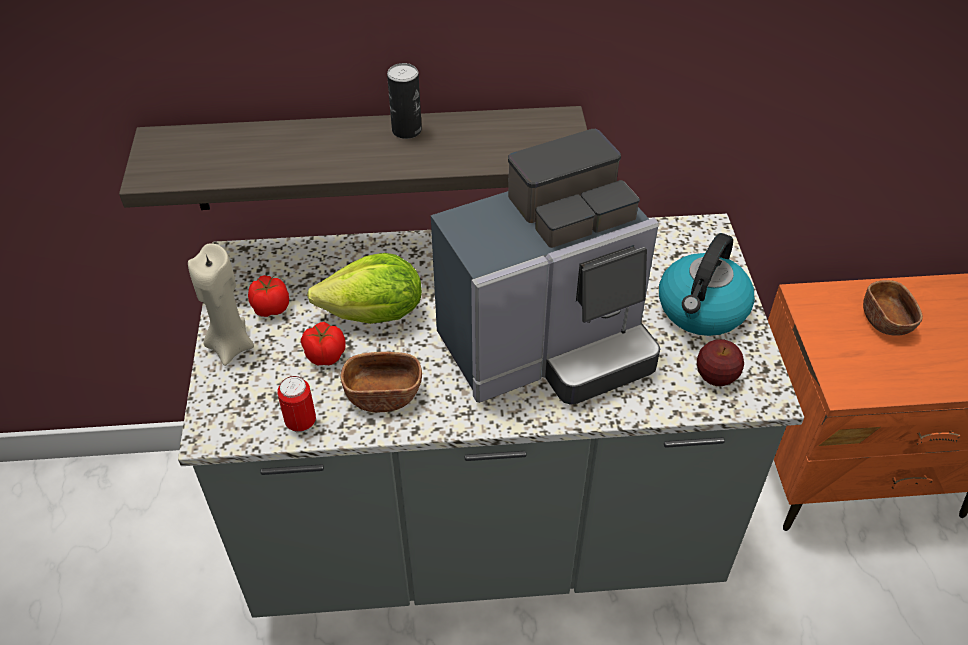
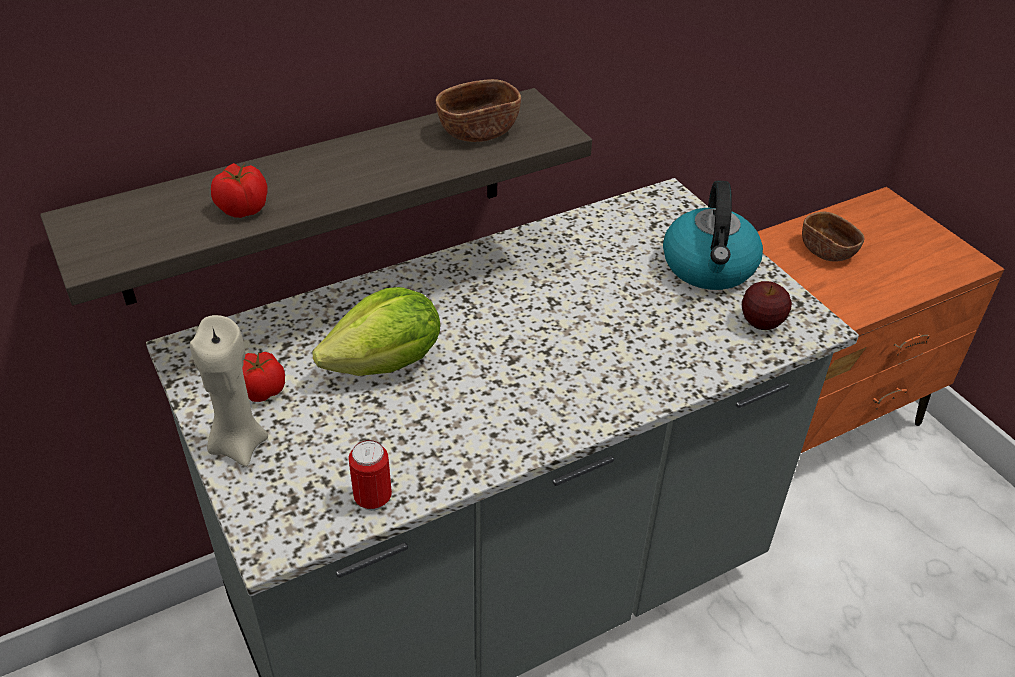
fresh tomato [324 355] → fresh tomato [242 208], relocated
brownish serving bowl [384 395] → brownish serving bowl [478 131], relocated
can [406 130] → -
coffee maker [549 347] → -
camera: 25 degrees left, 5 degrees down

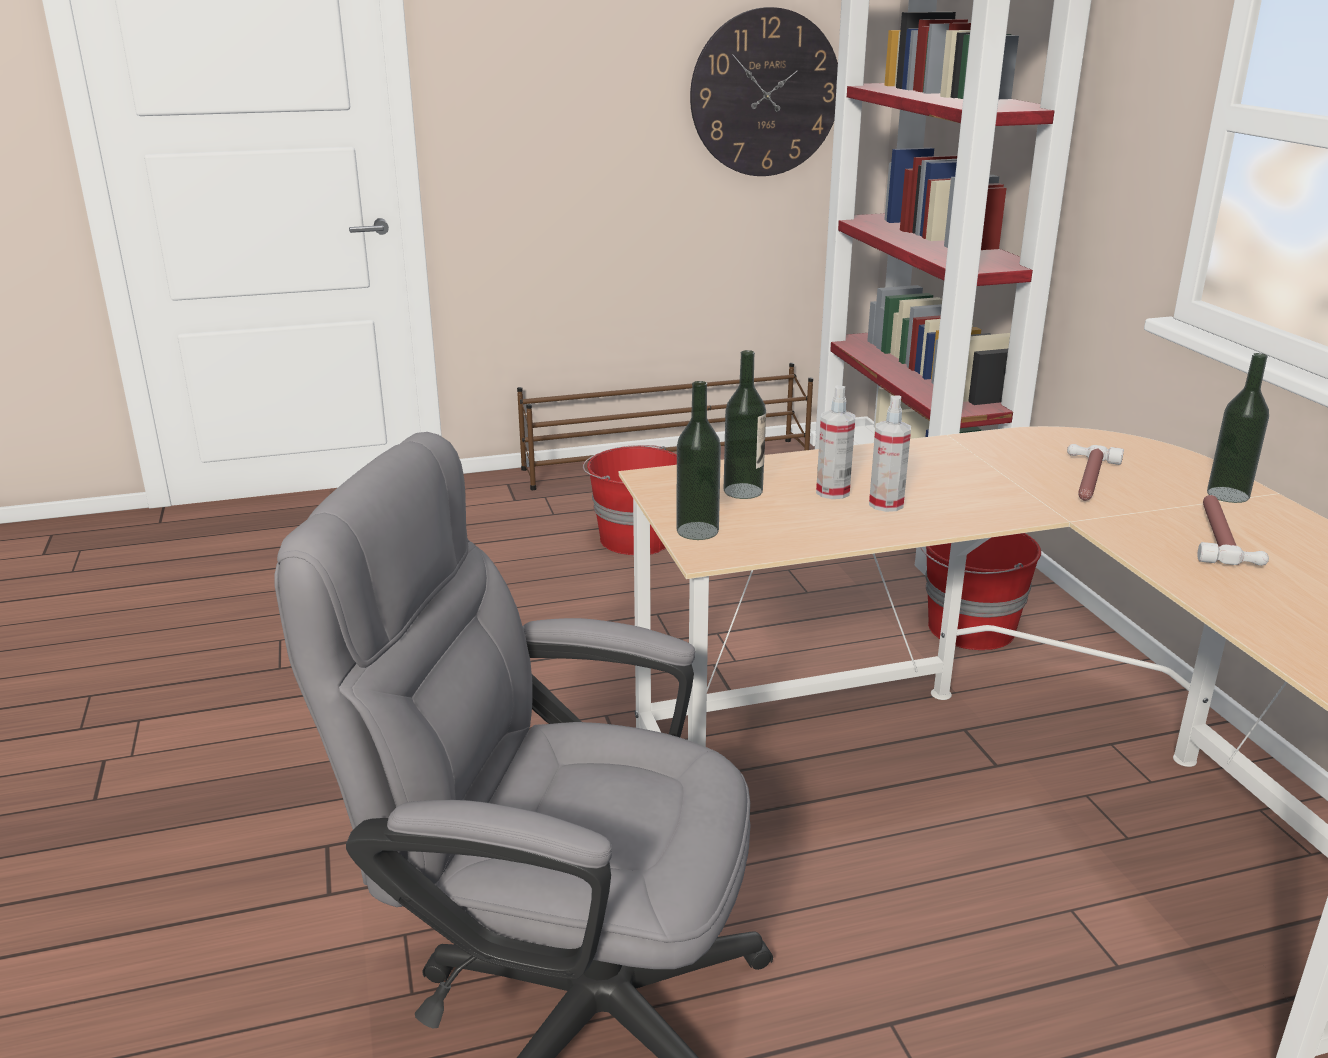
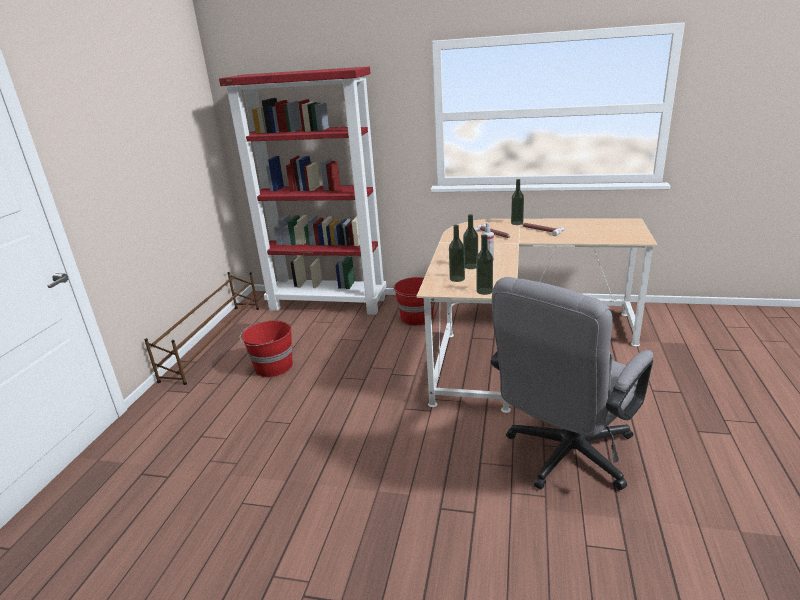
spray bottle [832 492] → bottle [471 266]
wall clock [765 93] → -
camera: 60 degrees left, 0 degrees up

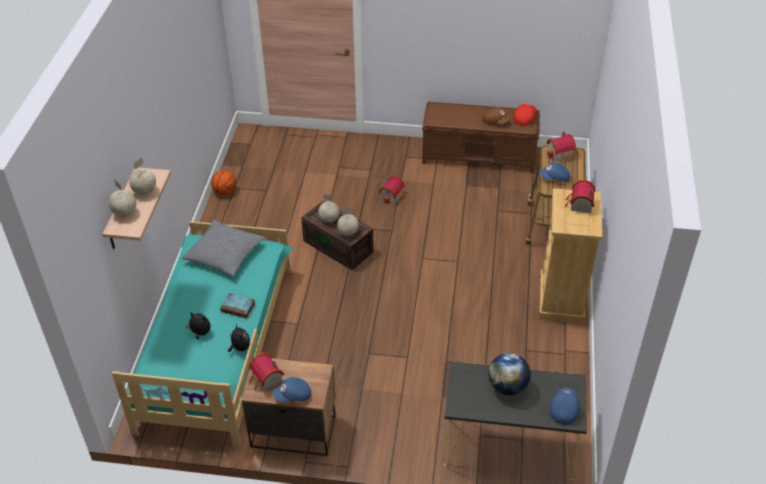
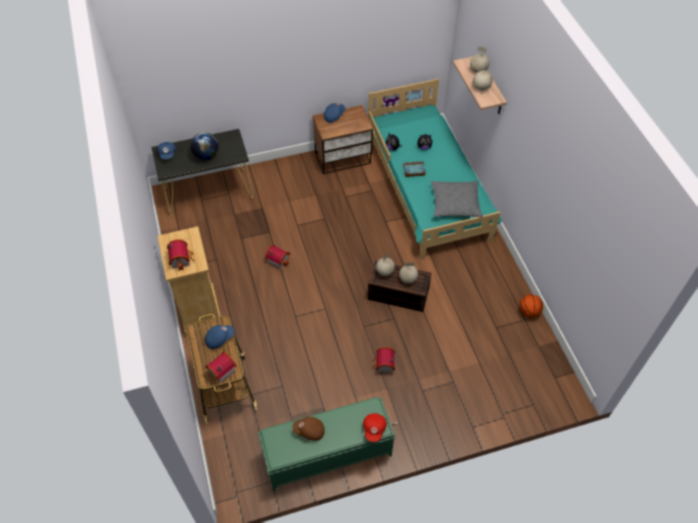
brownish indoor bench [479 156] → green indoor bench [326 454]
toy house [266 380] → toy house [278 259], relocated
red-coloured baseball cap [524 118] → red-coloured baseball cap [374 429], relocated
camera: 155 degrees right, 10 degrees up

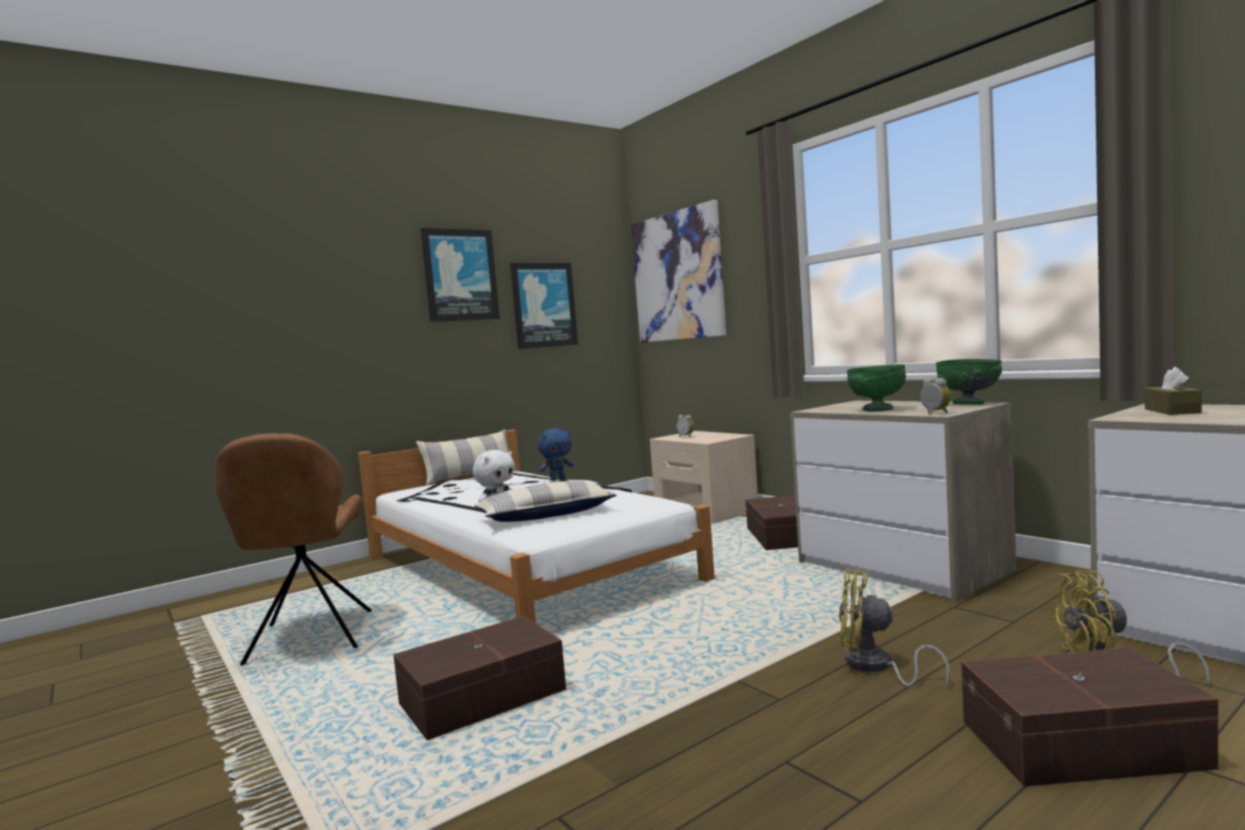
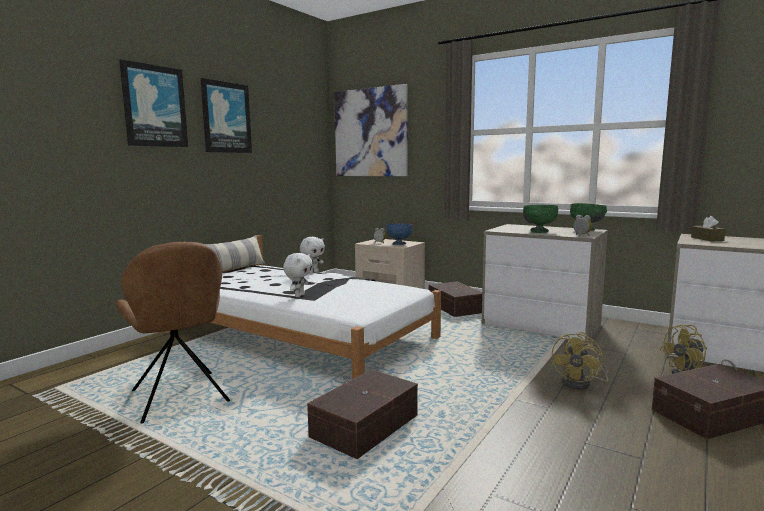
wall art [543 305] → wall art [154 106], relocated
blue cuddly toy [557 479] → white-coloured cuddly toy [313 272]
- → blue serving bowl [399 244]
yellowish electric fan [875 667] → yellowish electric fan [581 384], 60 degrees counterclockwise
throw pillow [546 515] → -
camera: 20 degrees left, 5 degrees up

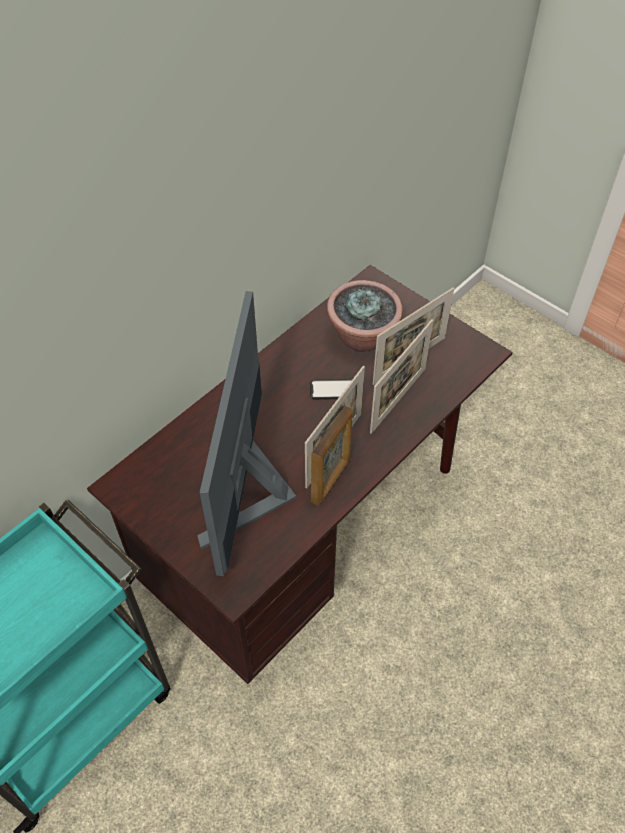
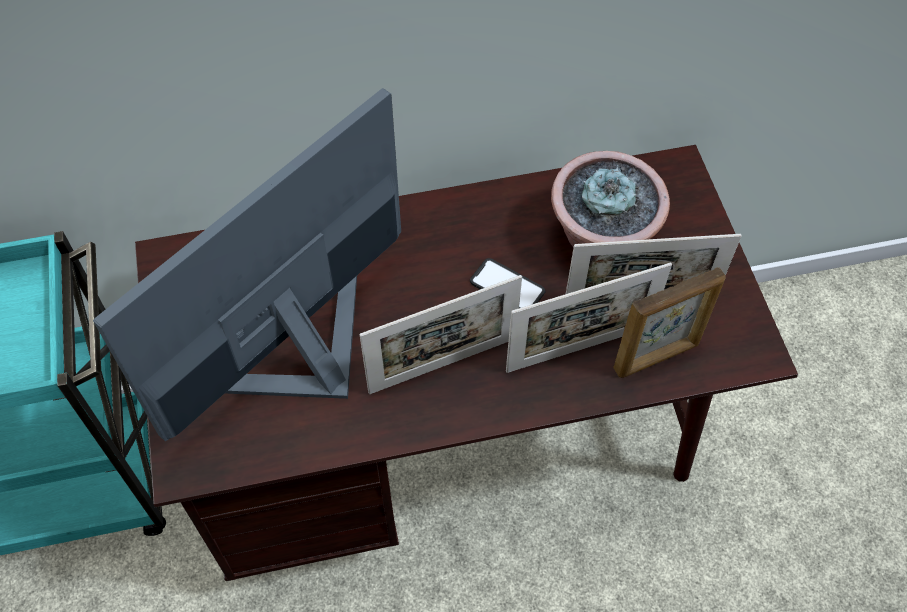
standing frame [331 480] → standing frame [657 357], relocated
camera: 35 degrees right, 5 degrees up

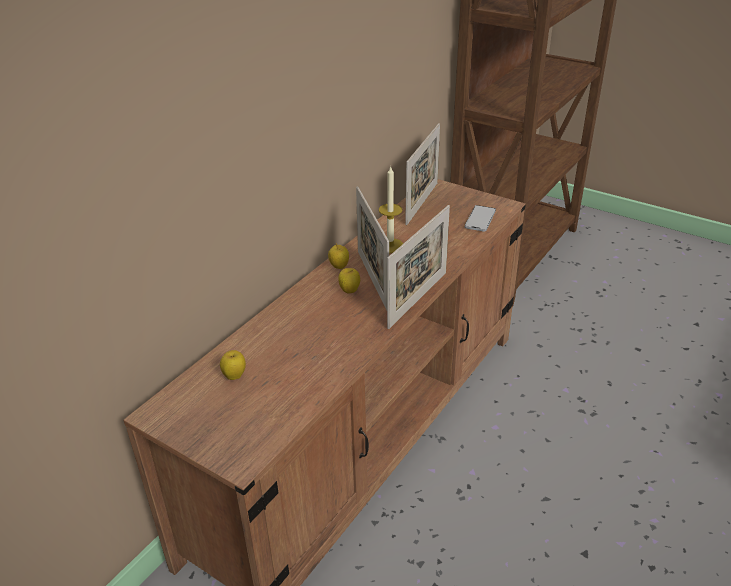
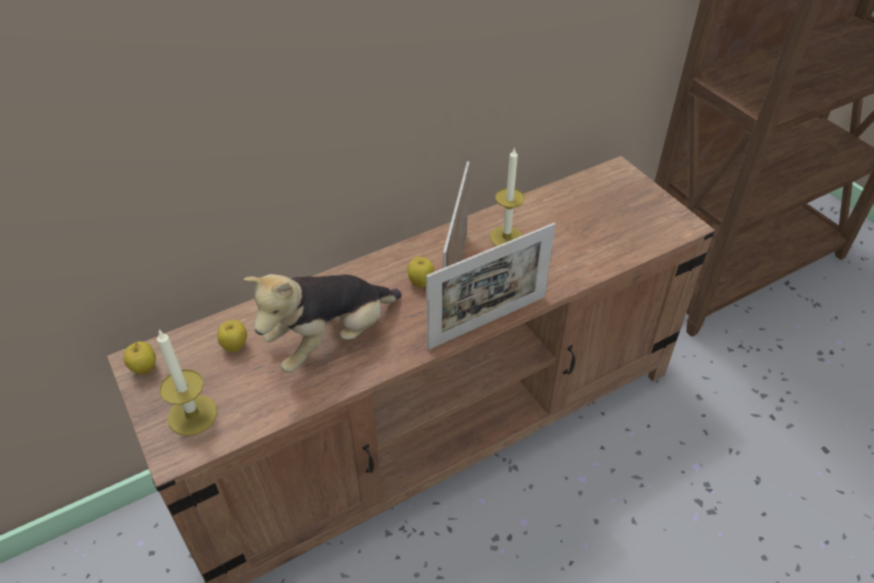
apple [339 267] → apple [145 369], relocated
- → candle [192 415]
- → cuddly toy [331 340]
standing frame [422 203] → -
handset [480 219] → -
camera: 25 degrees right, 10 degrees up

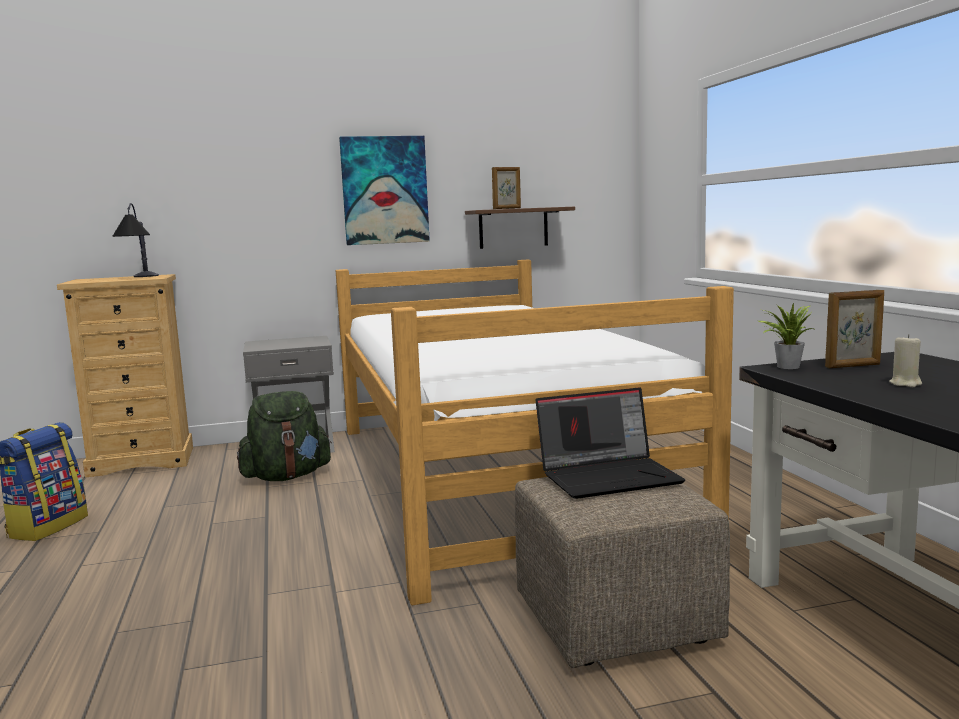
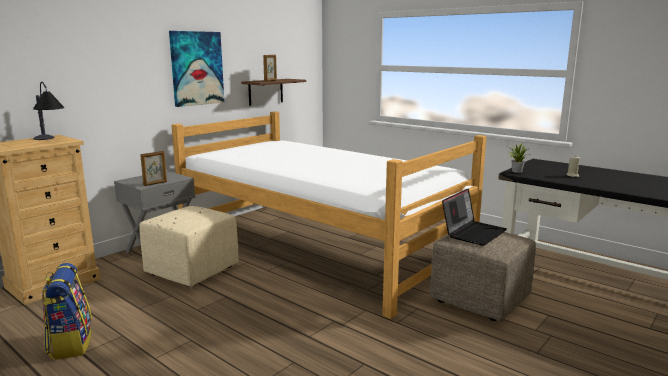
green rucksack [286 476] → beige-coloured footrest [192 270]
standing frame [853 366] → standing frame [155 183], relocated
camera: 35 degrees left, 5 degrees up

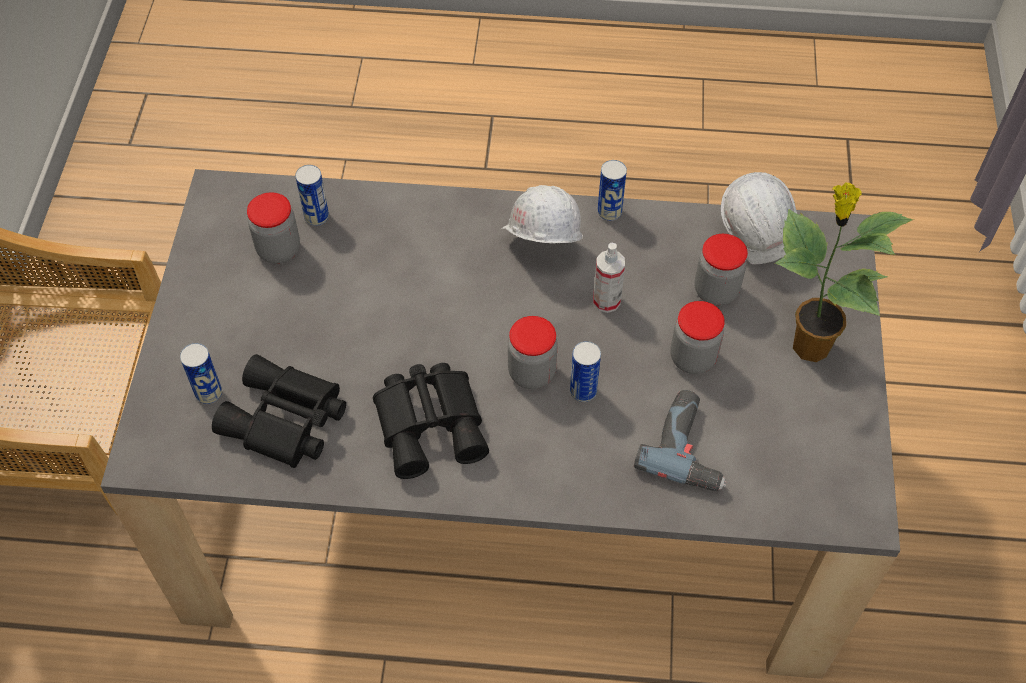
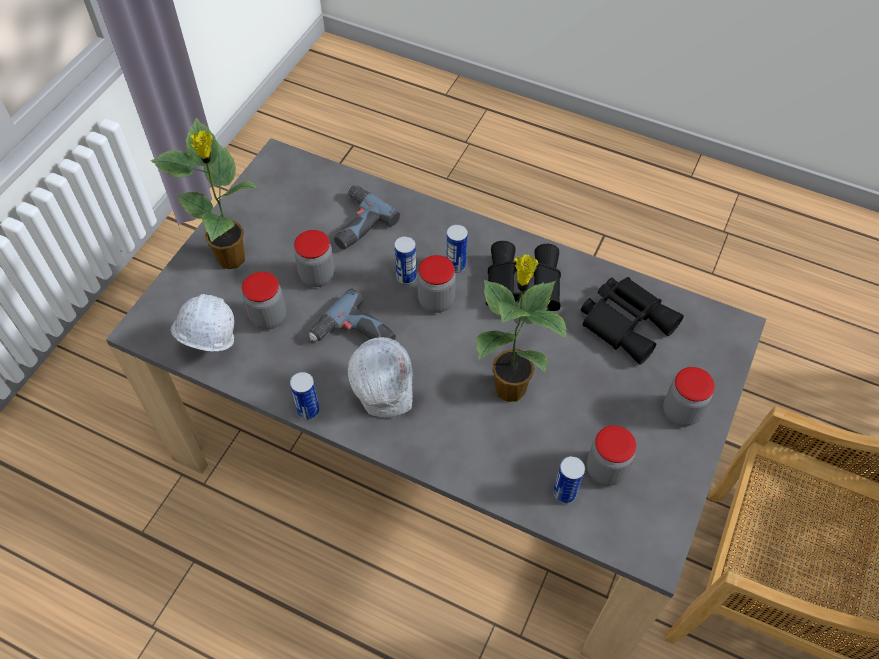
spray bottle [606 301] → electric drill [354 336]
can [208 393] → can [456 265], relocated
- → houseplant [510 386]
- → preserve jar [681 411]
camera: 160 degrees left, 0 degrees up

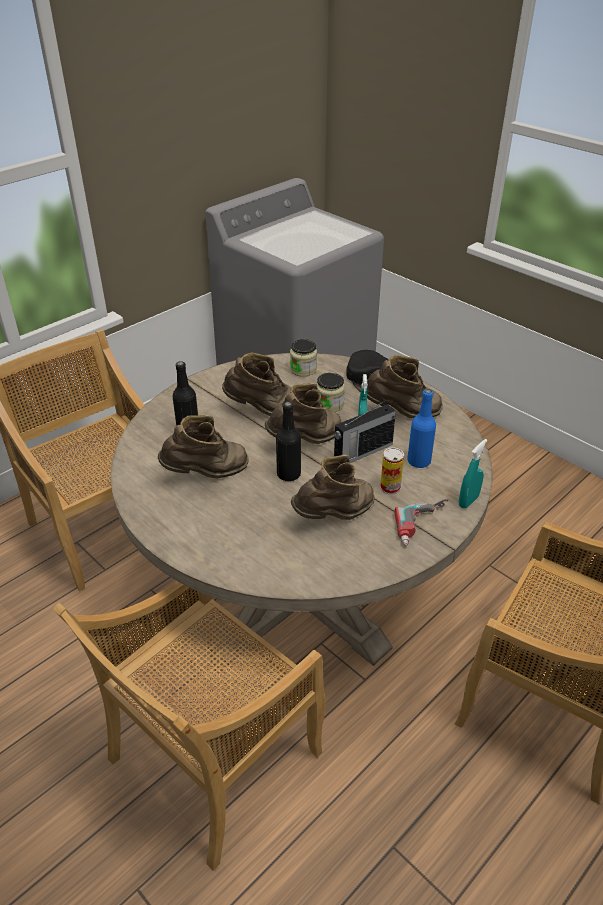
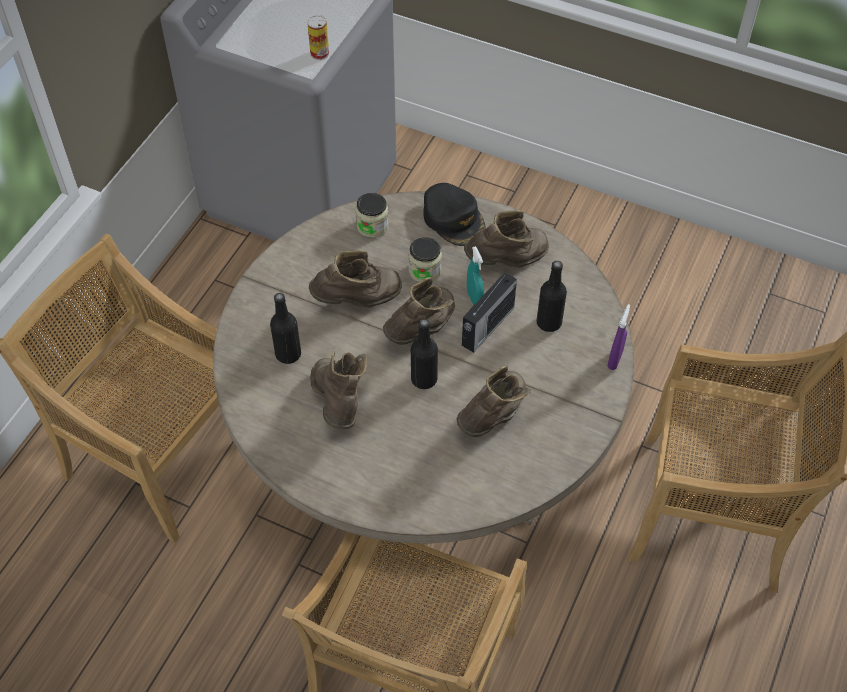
can [390 487] → can [319 53], relocated
brownish high-top boot [207 475] → brownish high-top boot [338 405], 60 degrees counterclockwise
blue bottle [419 461] → black bottle [549 322]
turquoise-coloured spray bottle [468 501] → purple-coloured spray bottle [615 359]
electric drill [424 526] → -
camera: 20 degrees left, 15 degrees up

